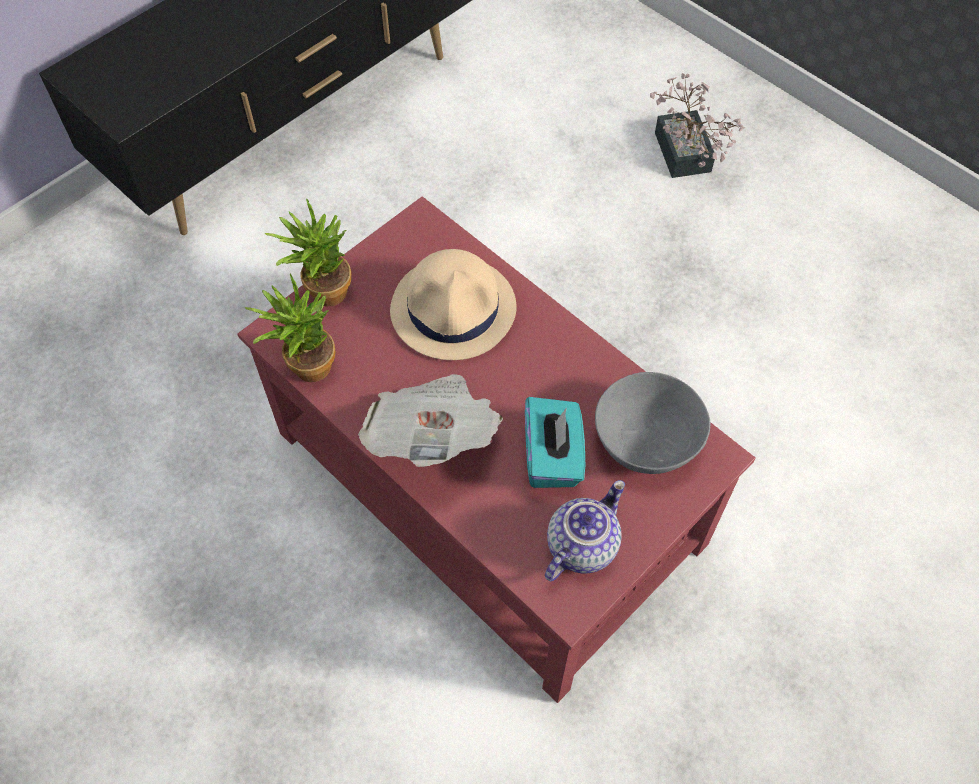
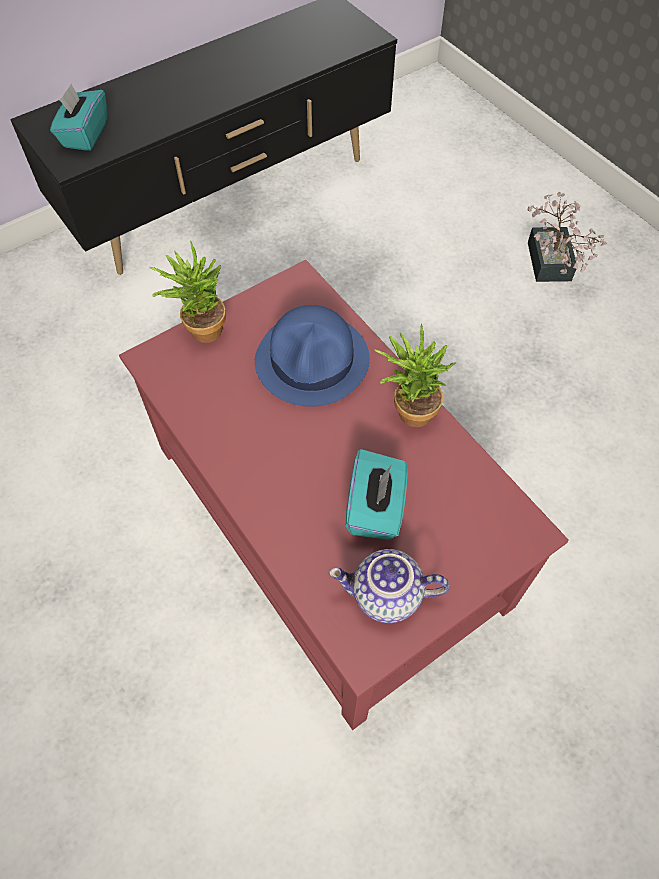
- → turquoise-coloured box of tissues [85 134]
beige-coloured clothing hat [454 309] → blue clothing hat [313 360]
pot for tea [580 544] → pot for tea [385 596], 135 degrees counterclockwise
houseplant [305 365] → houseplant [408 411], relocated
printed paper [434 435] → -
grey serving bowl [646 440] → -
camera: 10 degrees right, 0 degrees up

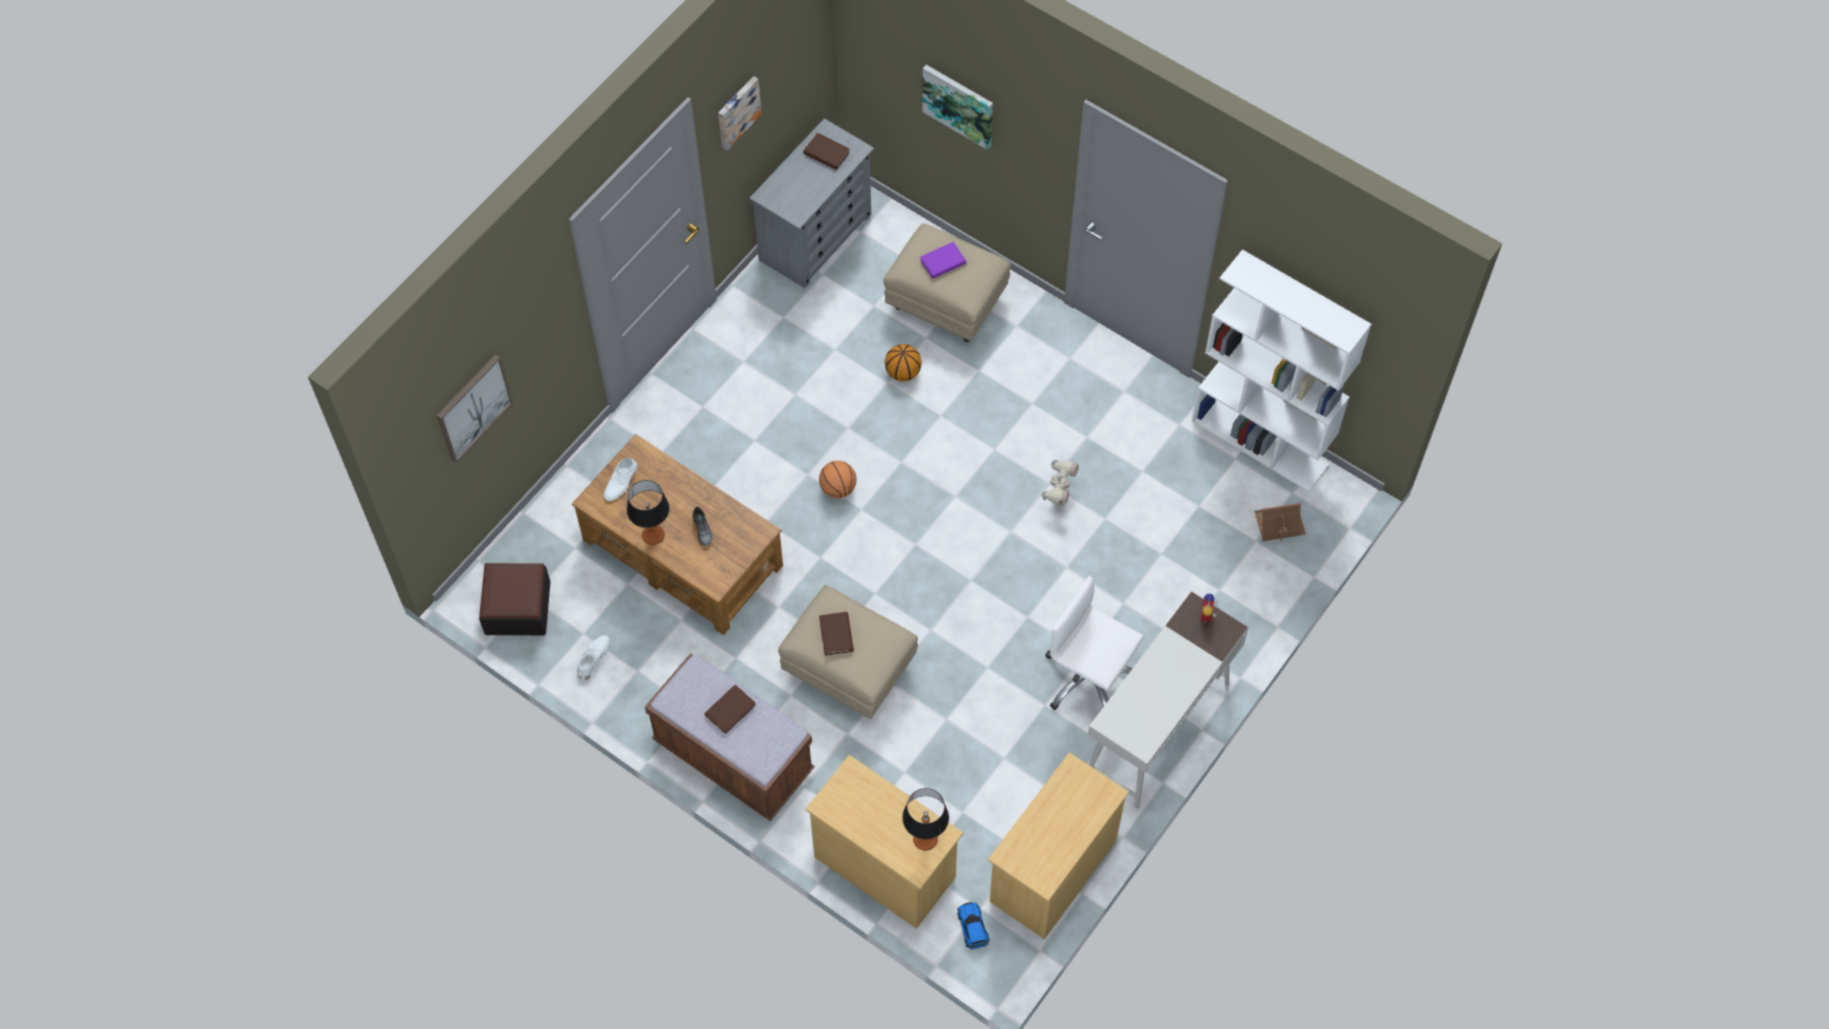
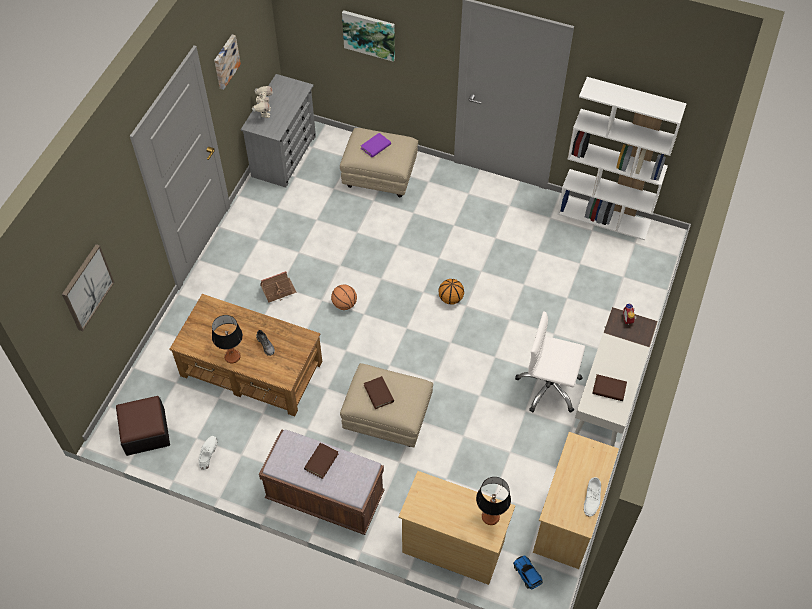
toy robot [1059 496] → toy robot [264 113], relocated
toy house [1279 525] → toy house [278 290], relocated
basketball [903 372] → basketball [451 298], relocated
white-coloured item of footwear [621 482] → white-coloured item of footwear [592 498], relocated
brownish volume [826 153] → brownish volume [609 389], relocated
camera: 15 degrees left, 5 degrees down

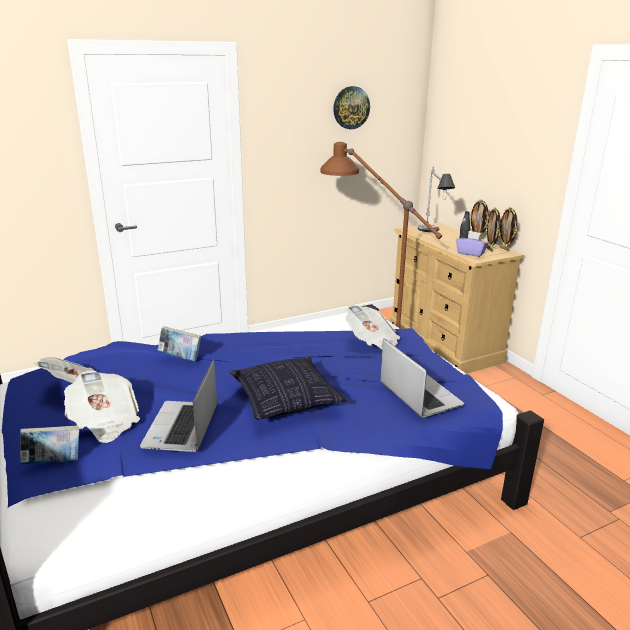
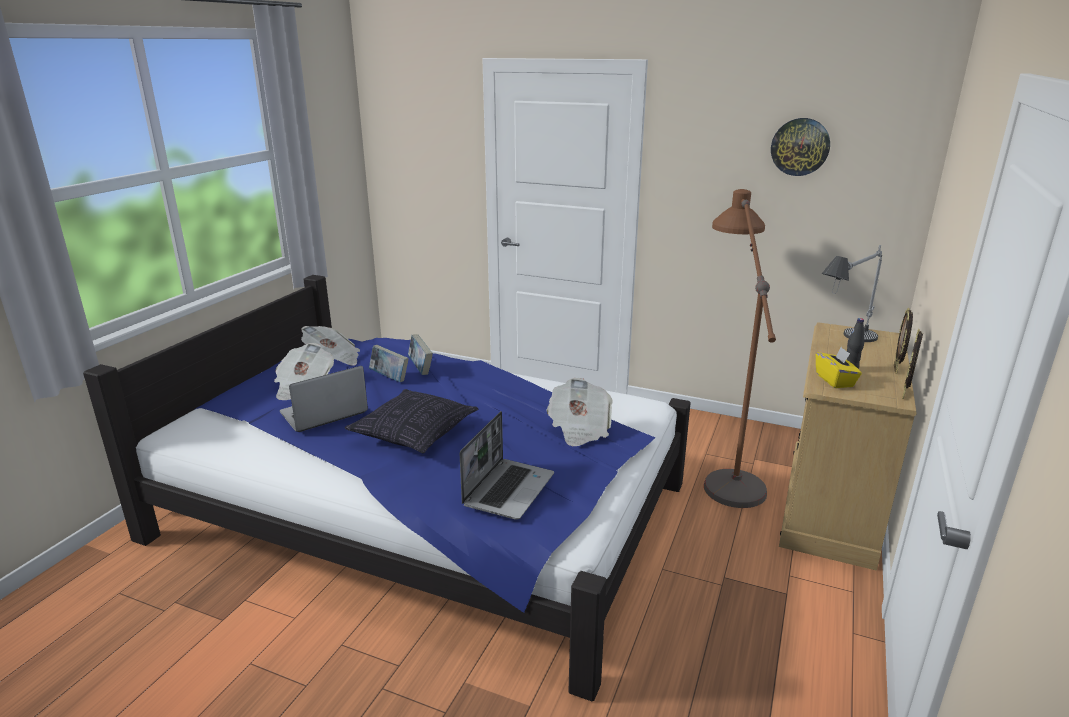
volume [53 462] → volume [389 378], relocated
purple-coloured box of tissues [470 253] → yellowish box of tissues [835 380]
standing frame [490 250] → -
camera: 50 degrees right, 0 degrees up

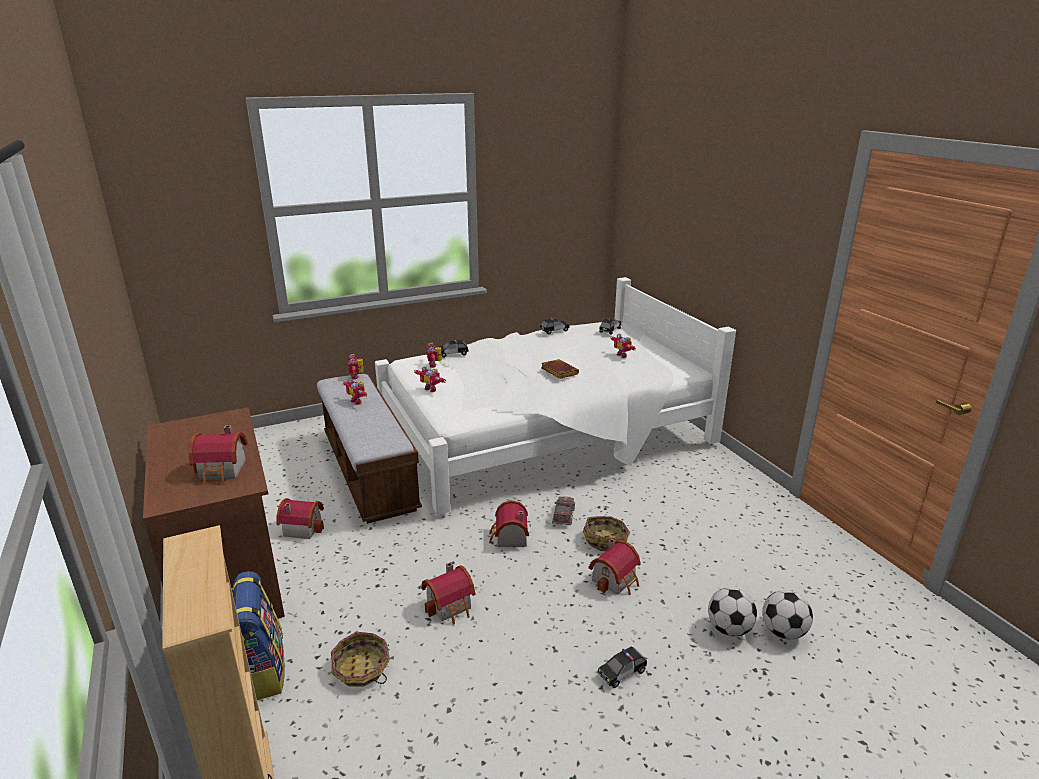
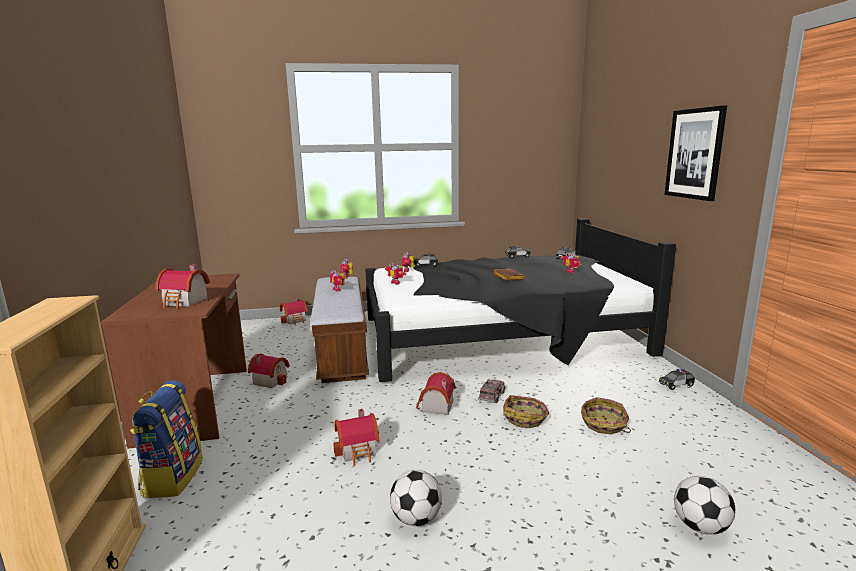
toy house [616 580] → toy house [295 320], relocated
white-coloured sleeping bed [544 433] → black sleeping bed [498 338]
ball for football [729 629] → ball for football [416 519], relocated
basket [361 669] → basket [604 425], relocated
miniature car [622 672] → miniature car [676 385], relocated
- → wall art [694 154]
camera: 15 degrees right, 10 degrees down

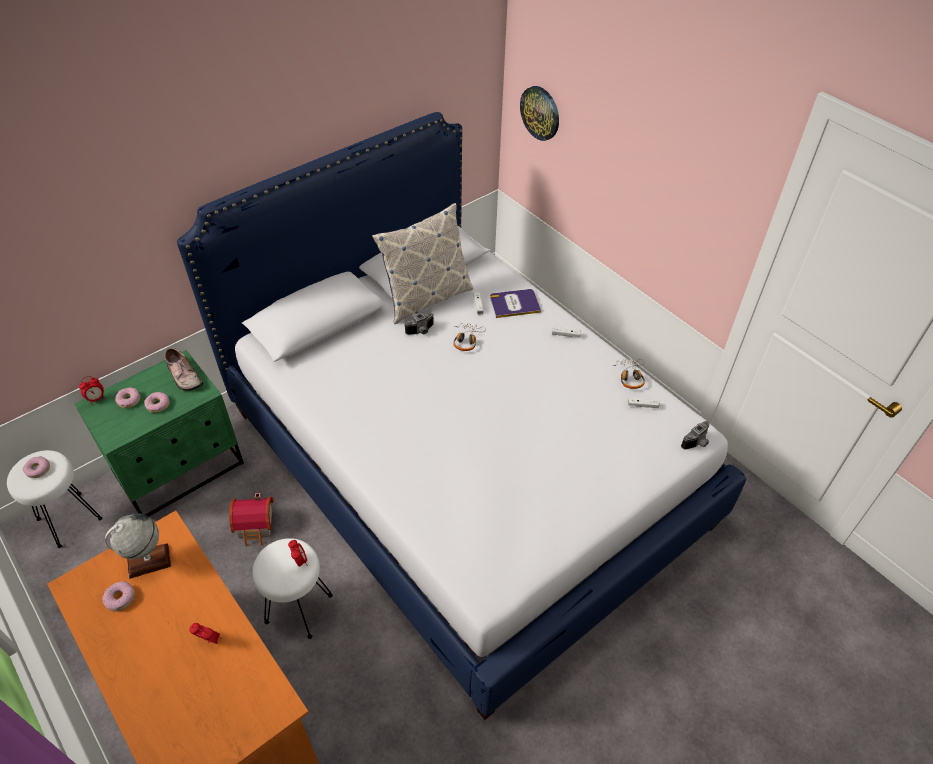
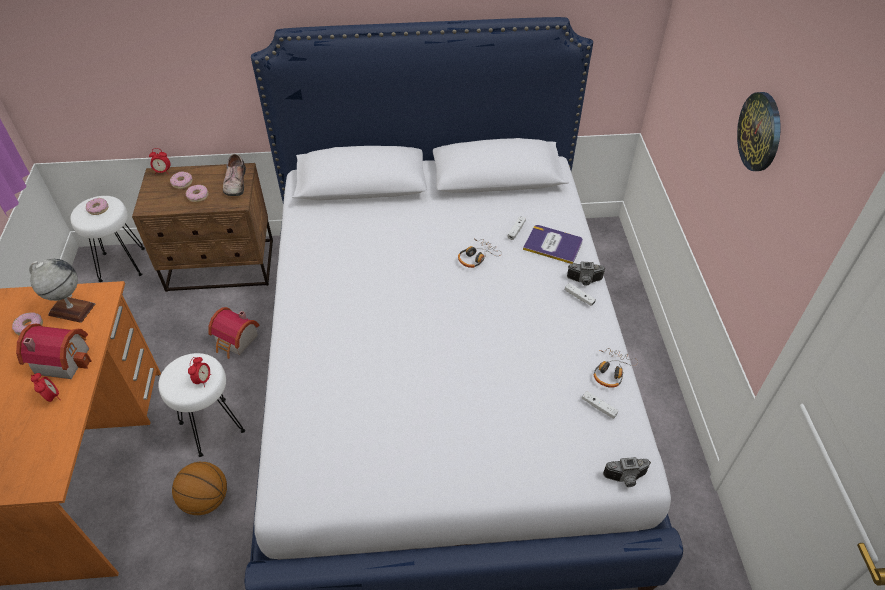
- → toy house [63 358]
green nightstand [180 469] → brownish nightstand [221 266]
- → basketball [206 500]
photo camera [421 331] → photo camera [584 281], relocated
wall clock [540 113] → wall clock [760 131], relocated
throw pillow [426 298] → -
camera: 35 degrees right, 0 degrees up

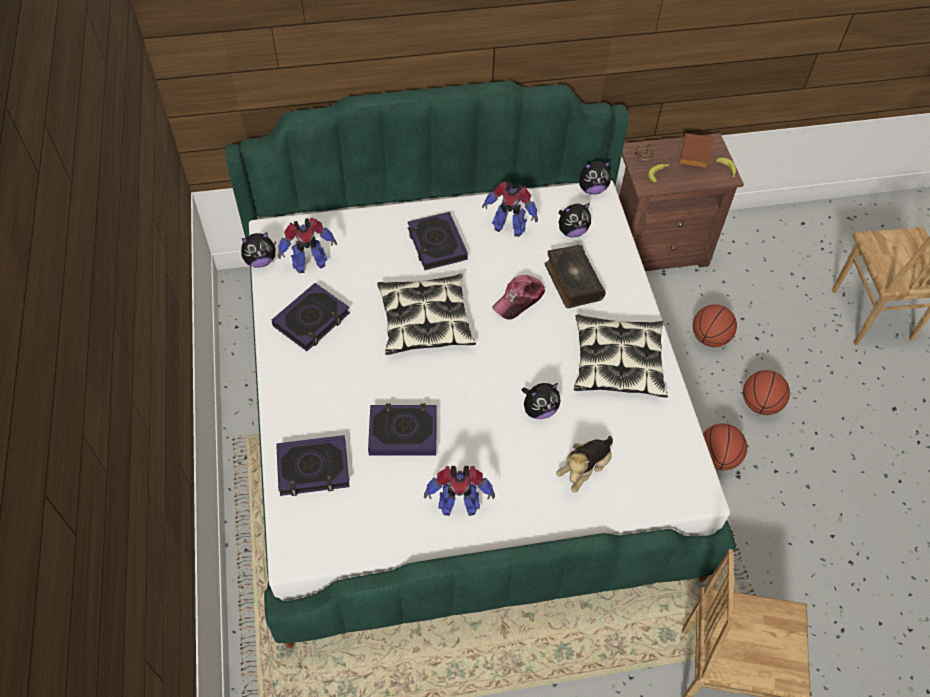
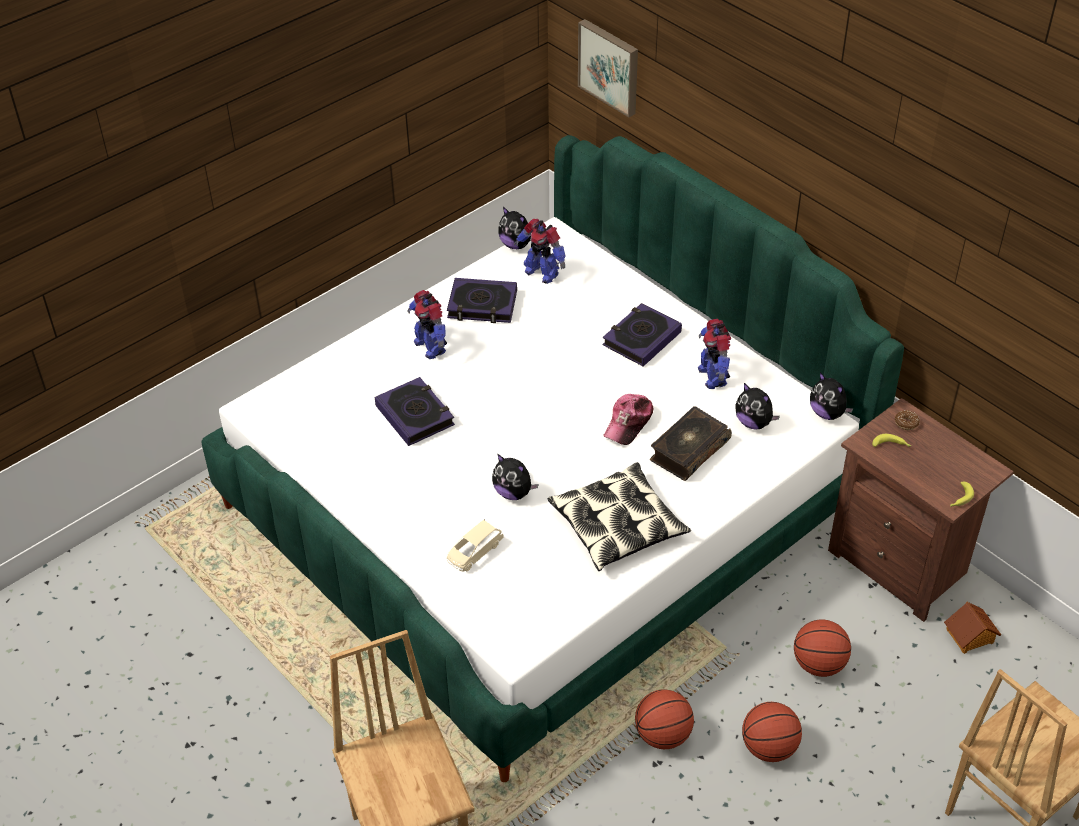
toy robot [458 504] → toy robot [430 346], relocated
cuddly toy [585 469] → beige-coloured miniature car [474 552]
- → wall art [610 66]
baseball cap [519 300] → baseball cap [629 423], 75 degrees counterclockwise
toy house [694 156] → toy house [970 636], relocated
volume [313 469] → -
throw pillow [425 321] → -
camera: 60 degrees right, 10 degrees down

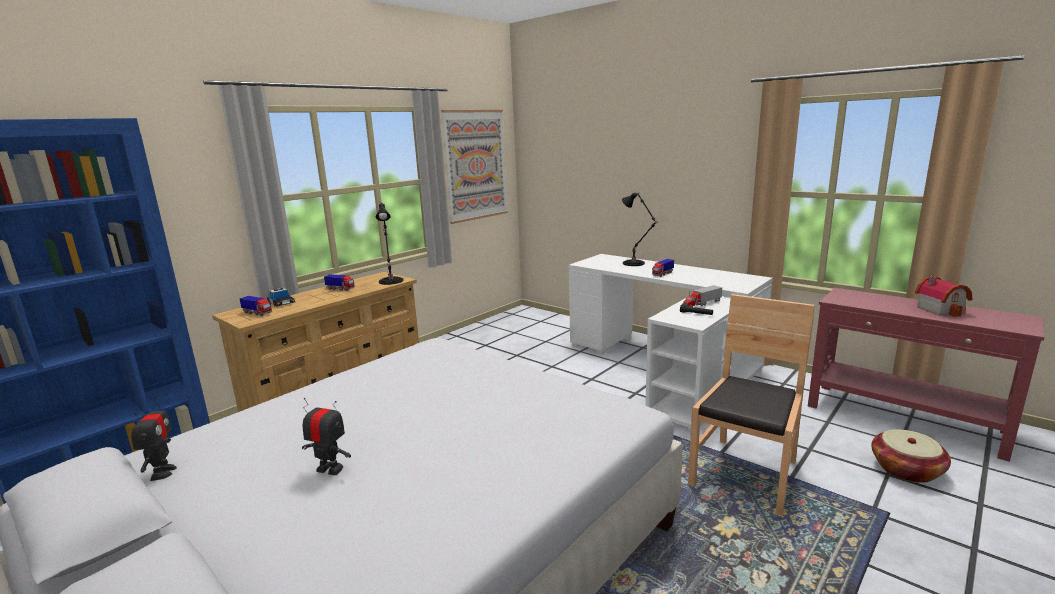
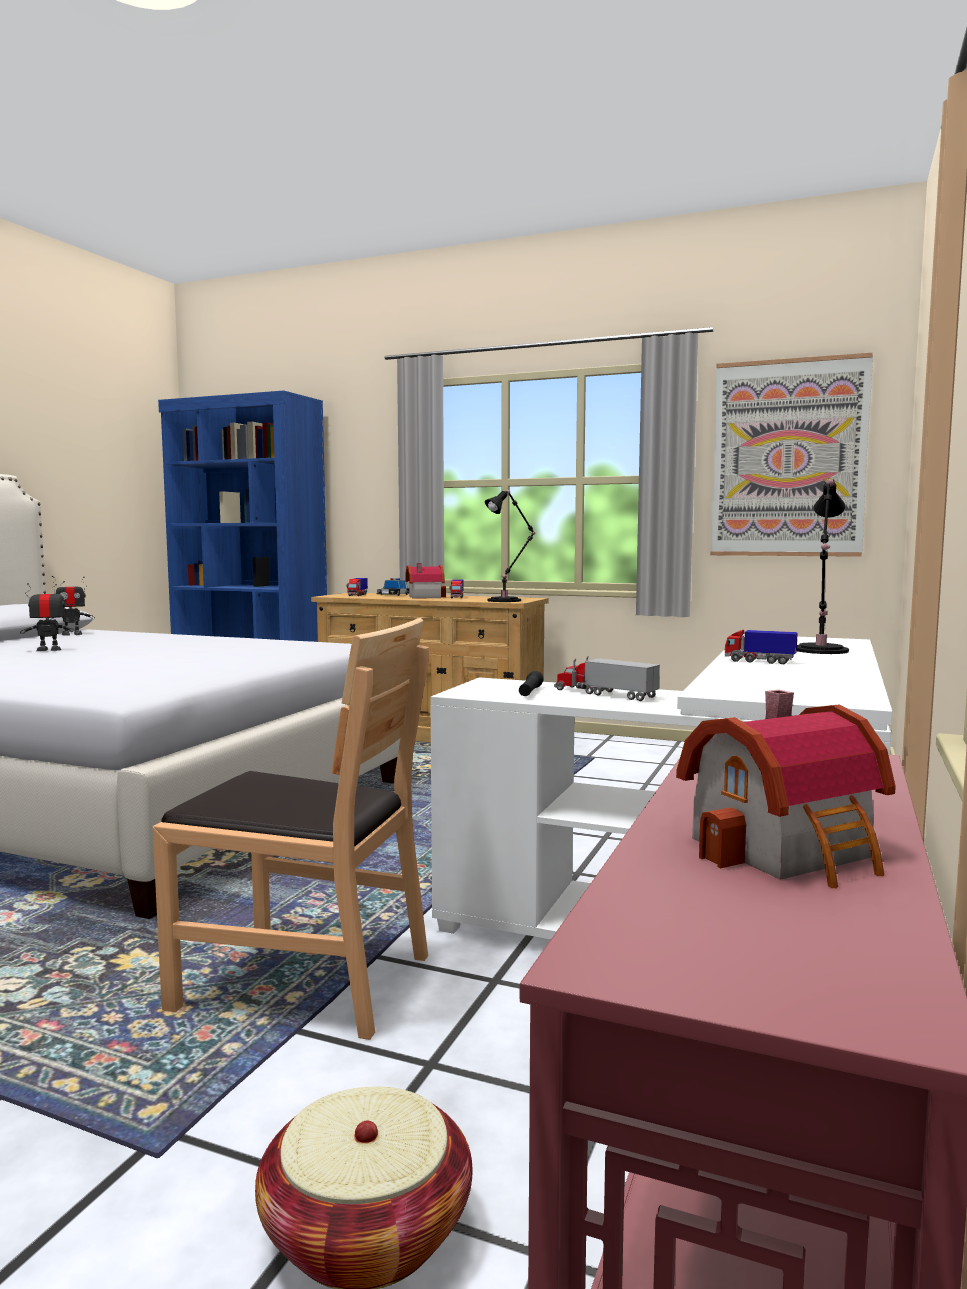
toy robot [330 469] → toy robot [49 650], 105 degrees counterclockwise
- → toy house [423 597]
camera: 70 degrees right, 10 degrees down

